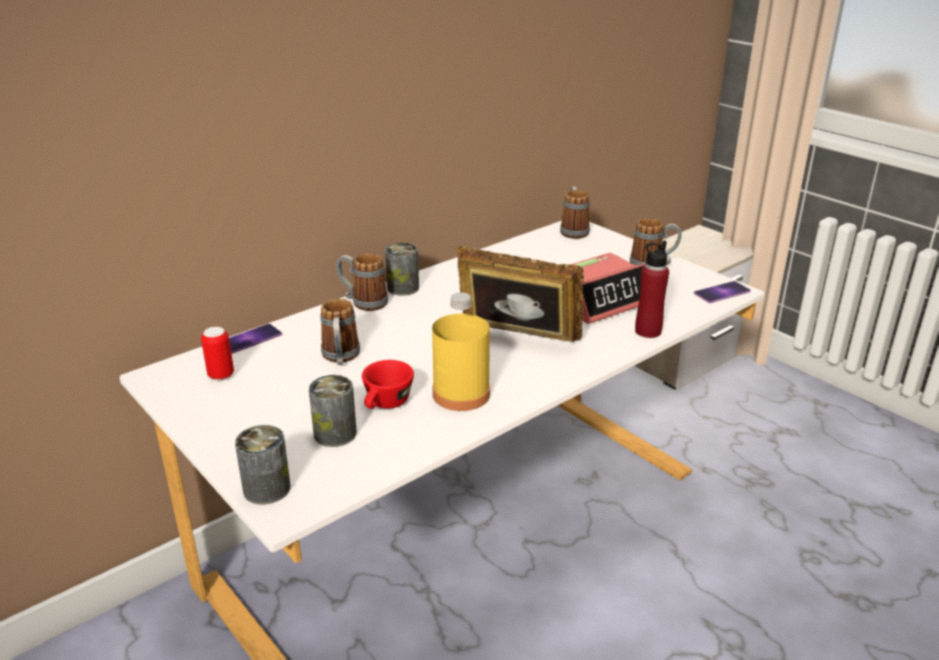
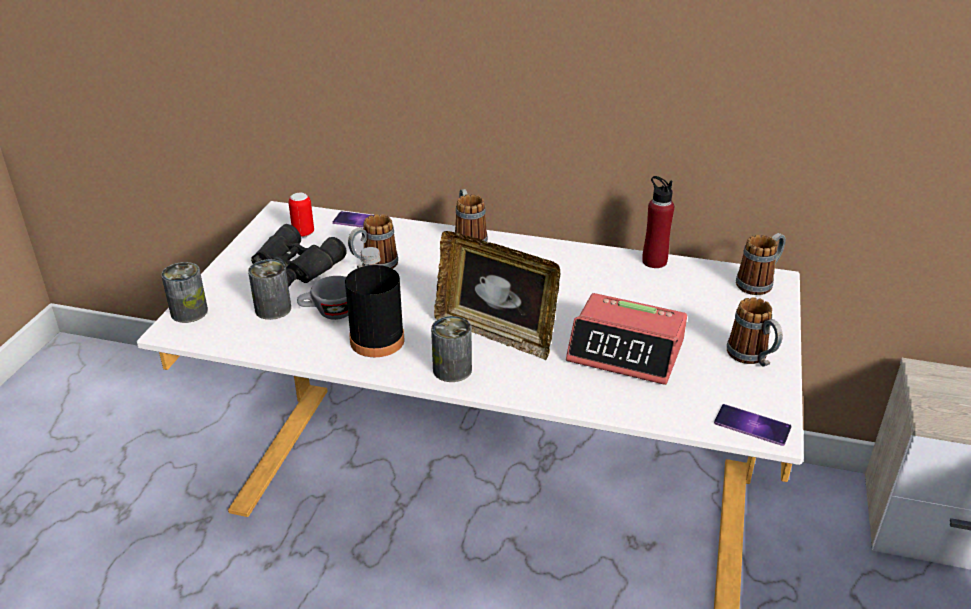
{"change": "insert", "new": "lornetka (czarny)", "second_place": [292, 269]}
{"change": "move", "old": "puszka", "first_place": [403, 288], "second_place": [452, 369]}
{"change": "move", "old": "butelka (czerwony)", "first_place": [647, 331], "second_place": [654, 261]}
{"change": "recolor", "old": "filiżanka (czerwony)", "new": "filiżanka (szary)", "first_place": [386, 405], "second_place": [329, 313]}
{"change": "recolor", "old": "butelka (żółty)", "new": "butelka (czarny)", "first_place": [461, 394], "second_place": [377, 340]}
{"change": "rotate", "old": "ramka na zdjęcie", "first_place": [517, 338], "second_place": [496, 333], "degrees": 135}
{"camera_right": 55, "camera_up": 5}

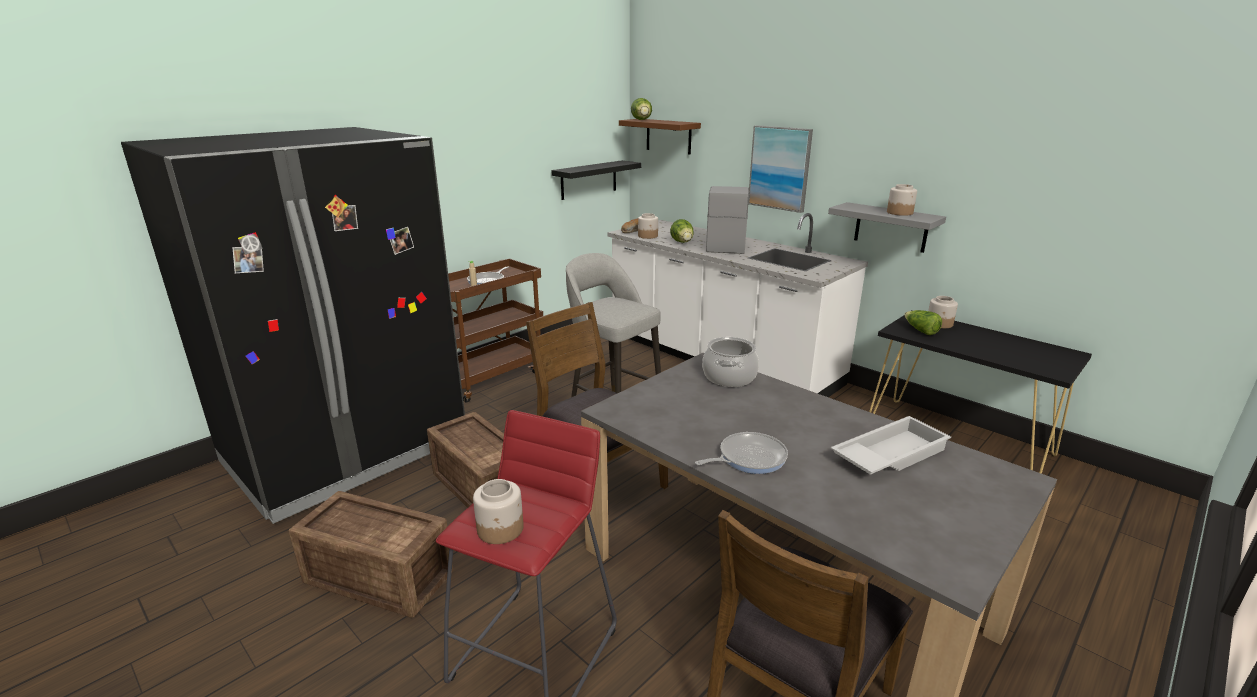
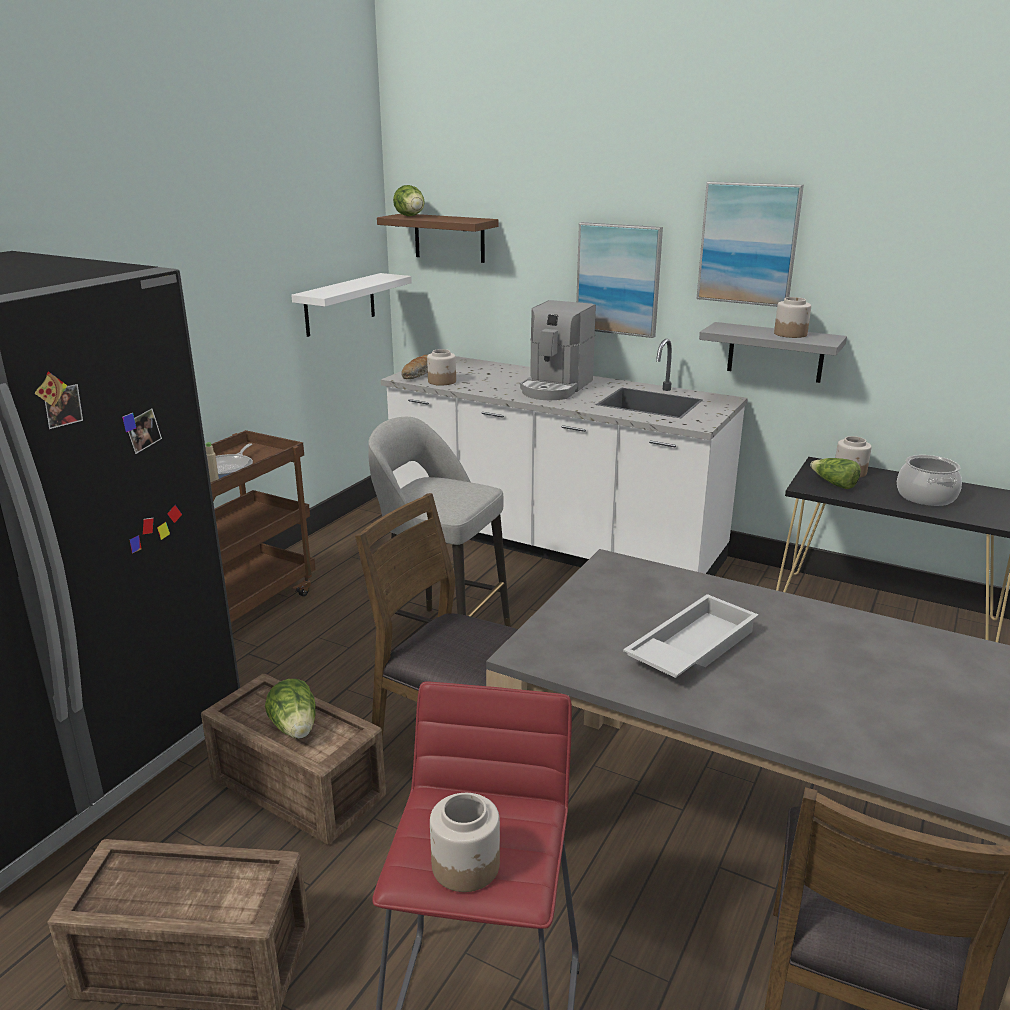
{"change": "delete", "old": "patelnia", "first_place": [748, 458]}
{"change": "insert", "new": "obraz", "second_place": [748, 244]}
{"change": "move", "old": "sałata", "first_place": [683, 243], "second_place": [295, 729]}
{"change": "move", "old": "garnek", "first_place": [729, 377], "second_place": [926, 497]}
{"change": "move", "old": "taca (biały)", "first_place": [888, 454], "second_place": [690, 647]}
{"change": "recolor", "old": "półka (czarny)", "new": "półka (biały)", "first_place": [589, 180], "second_place": [340, 304]}
{"change": "rotate", "old": "ekspres do kawy", "first_place": [725, 245], "second_place": [556, 388], "degrees": -150}
{"camera_right": -15, "camera_up": 0}

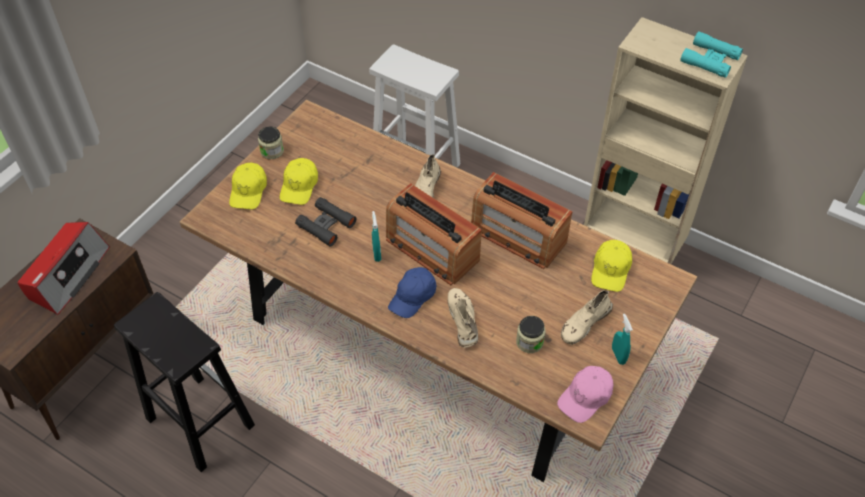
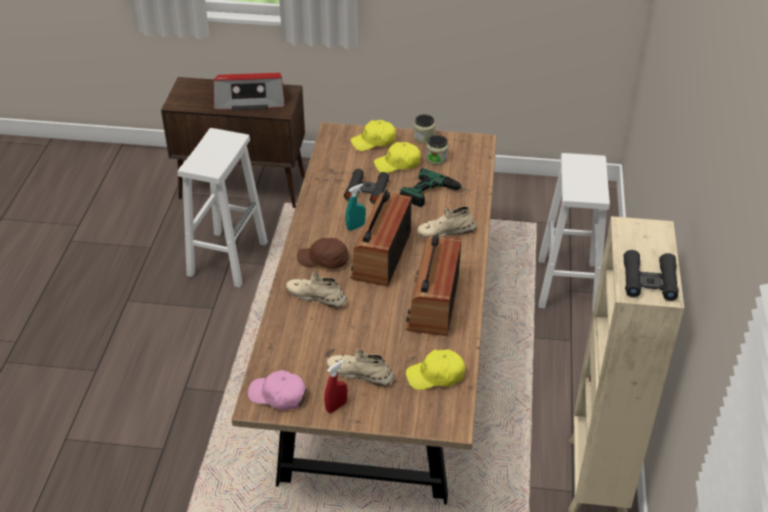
{"change": "insert", "new": "wiertarka", "second_place": [436, 195]}
{"change": "move", "old": "słoik", "first_place": [529, 342], "second_place": [436, 159]}
{"change": "recolor", "old": "stołek (czarny)", "new": "stołek (biały)", "first_place": [199, 421], "second_place": [228, 257]}
{"change": "recolor", "old": "czapka z daszkiem (niebieski)", "new": "czapka z daszkiem (brązowy)", "first_place": [413, 297], "second_place": [324, 261]}
{"change": "recolor", "old": "spryskiwacz (turkusowy)", "new": "spryskiwacz (czerwony)", "first_place": [618, 355], "second_place": [336, 406]}
{"change": "recolor", "old": "lornetka (turkusowy)", "new": "lornetka (czarny)", "first_place": [710, 60], "second_place": [649, 281]}
{"change": "rotate", "old": "but (beżowy)", "first_place": [463, 321], "second_place": [317, 296], "degrees": -120}
{"camera_right": 65, "camera_up": -10}

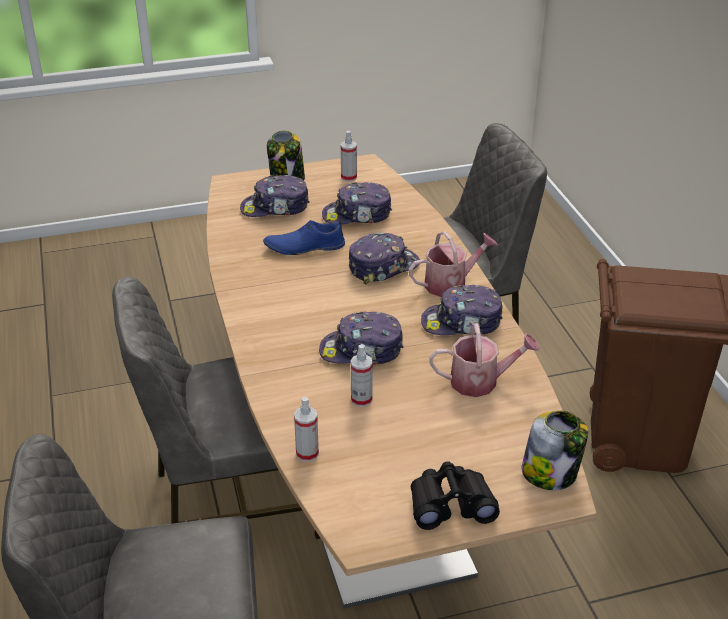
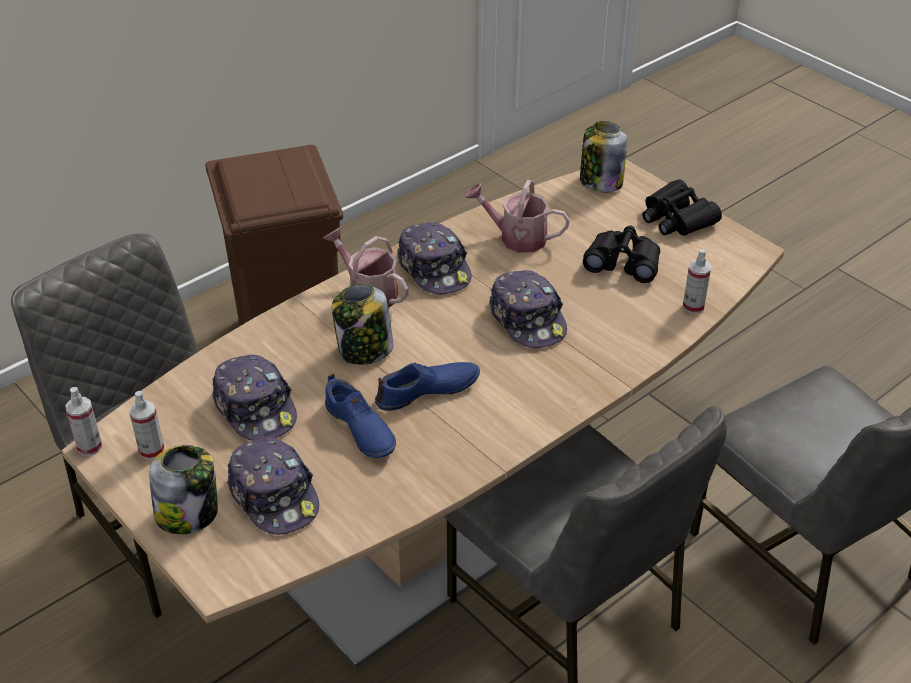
{"change": "insert", "new": "but (niebieski)", "second_place": [428, 391]}
{"change": "insert", "new": "lornetka (czarny)", "second_place": [623, 263]}
{"change": "move", "old": "spryskiwacz", "first_place": [361, 399], "second_place": [89, 447]}
{"change": "replace", "old": "czapka z daszkiem", "new": "słoik", "first_place": [383, 266], "second_place": [364, 350]}
{"change": "rotate", "old": "konewka", "first_place": [481, 381], "second_place": [516, 237], "degrees": -45}
{"camera_right": -115, "camera_up": 5}

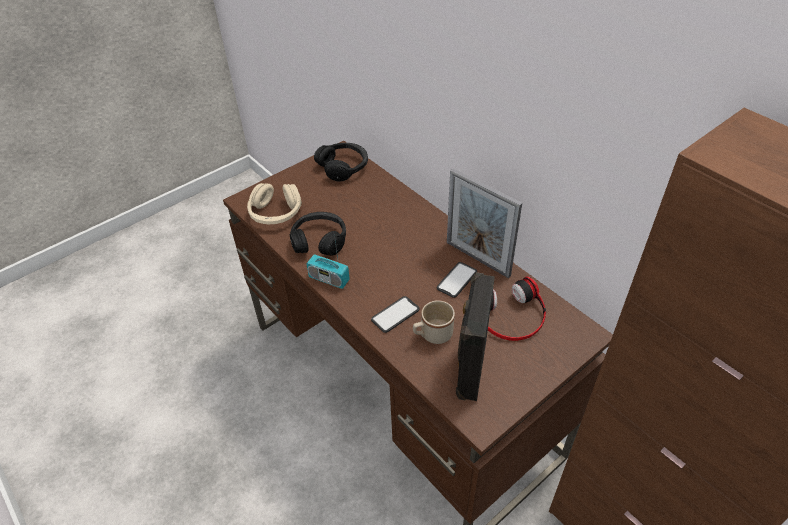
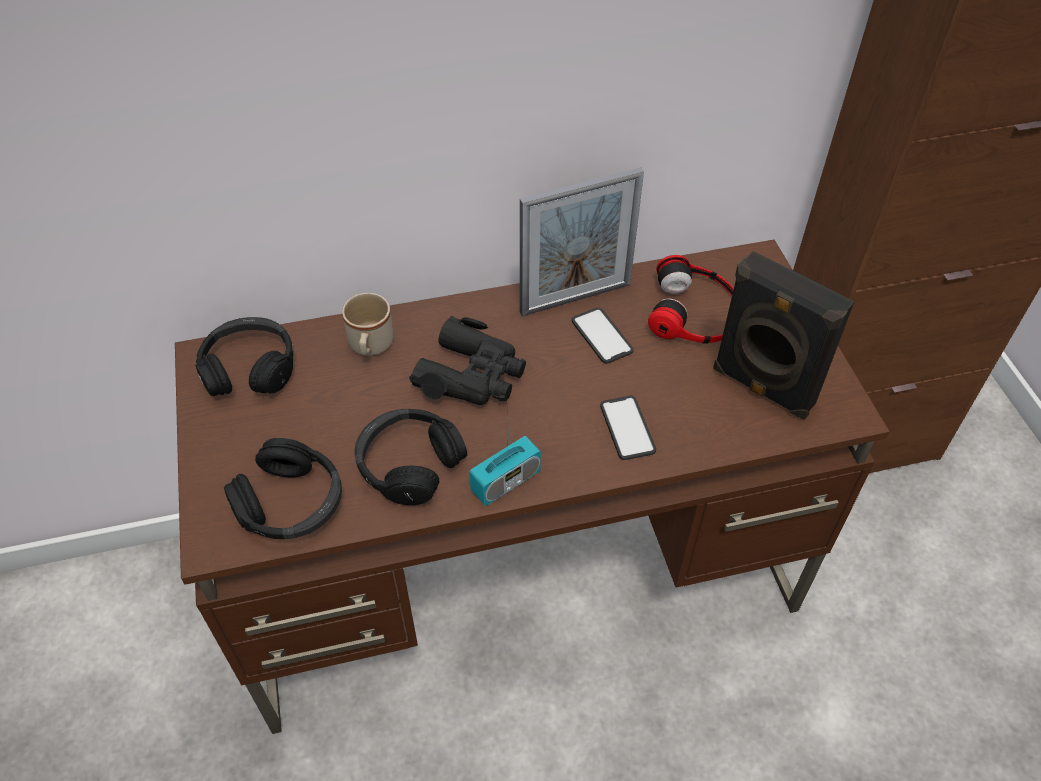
{"change": "insert", "new": "lornetka (czarny)", "second_place": [472, 375]}
{"change": "move", "old": "kubek (beżowy)", "first_place": [432, 335], "second_place": [370, 347]}
{"change": "recolor", "old": "słuchawki (beżowy)", "new": "słuchawki (czarny)", "first_place": [275, 213], "second_place": [291, 503]}
{"camera_right": -65, "camera_up": 5}

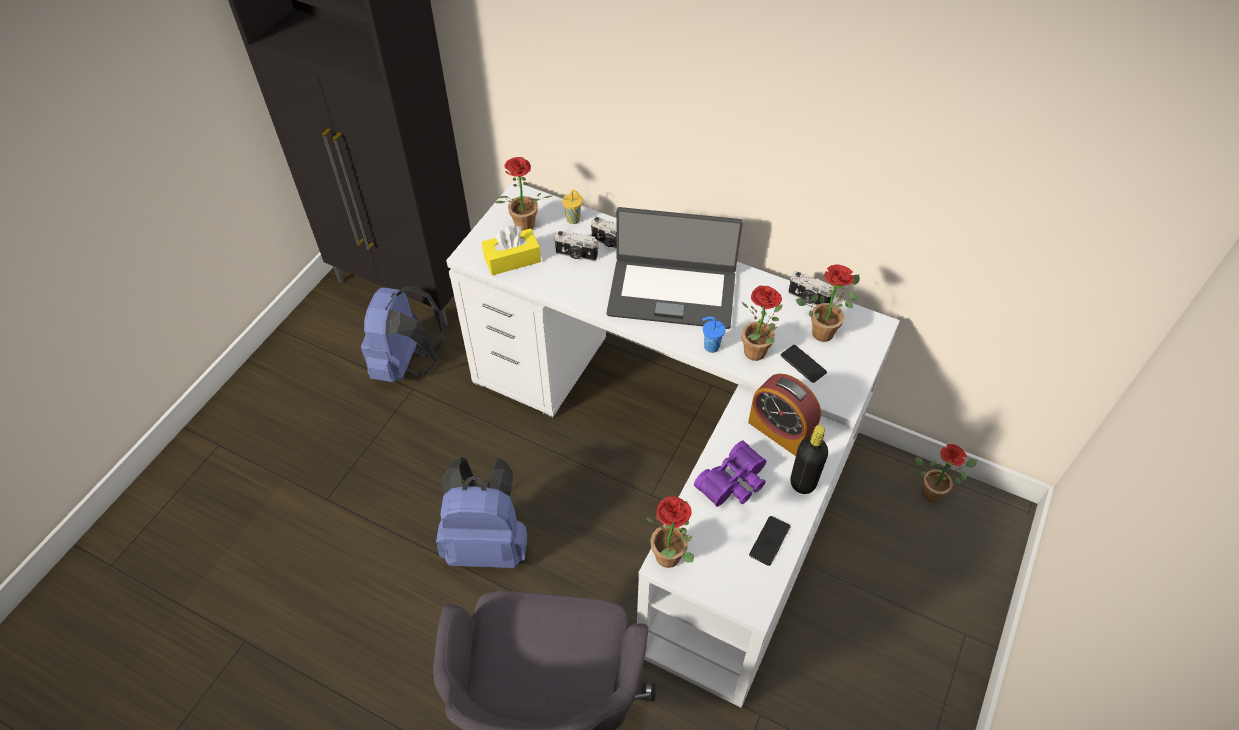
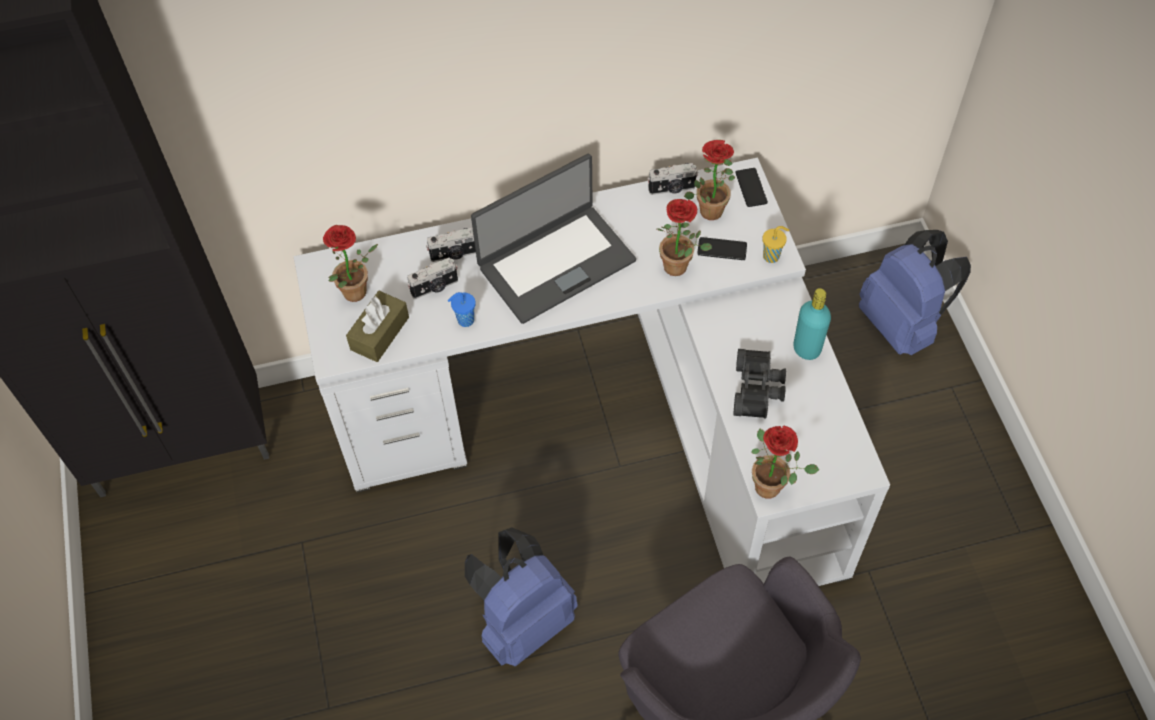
{"change": "delete", "old": "budzik", "first_place": [780, 431]}
{"change": "delete", "old": "roślina doniczkowa", "first_place": [935, 491]}
{"change": "move", "old": "plecak (niebieski)", "first_place": [407, 364], "second_place": [902, 324]}
{"change": "move", "old": "filiżanka (żółty)", "first_place": [574, 220], "second_place": [772, 256]}
{"change": "move", "old": "filiżanka (niebieski)", "first_place": [710, 346], "second_place": [464, 320]}
{"change": "move", "old": "telefon", "first_place": [769, 541], "second_place": [751, 188]}
{"change": "recolor", "old": "pudełko chusteczek (żółty)", "new": "pudełko chusteczek (brązowy)", "first_place": [512, 259], "second_place": [379, 333]}
{"change": "recolor", "old": "lornetka (fioletowy)", "new": "lornetka (czarny)", "first_place": [734, 483], "second_place": [759, 389]}
{"change": "recolor", "old": "butelka (czarny)", "new": "butelka (turkusowy)", "first_place": [803, 482], "second_place": [807, 349]}
{"camera_right": -40, "camera_up": 5}

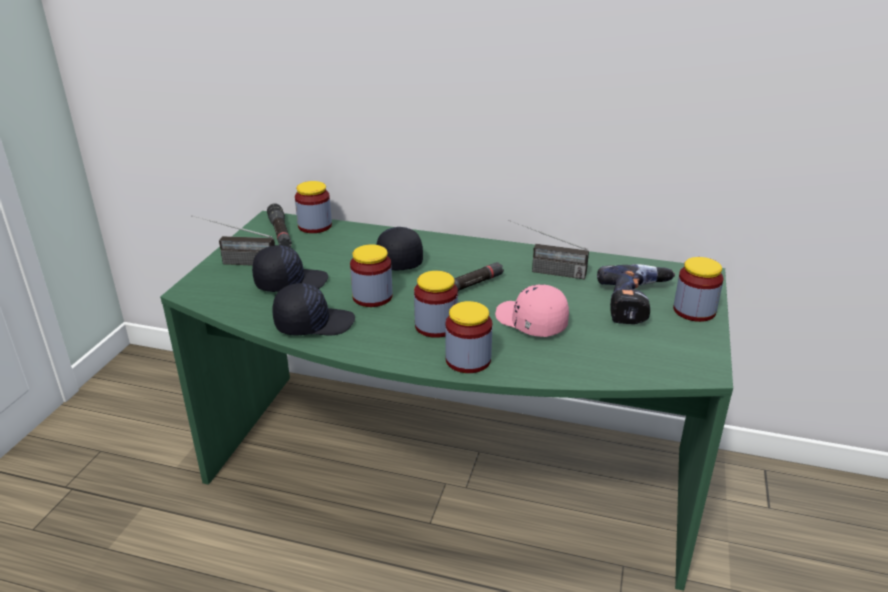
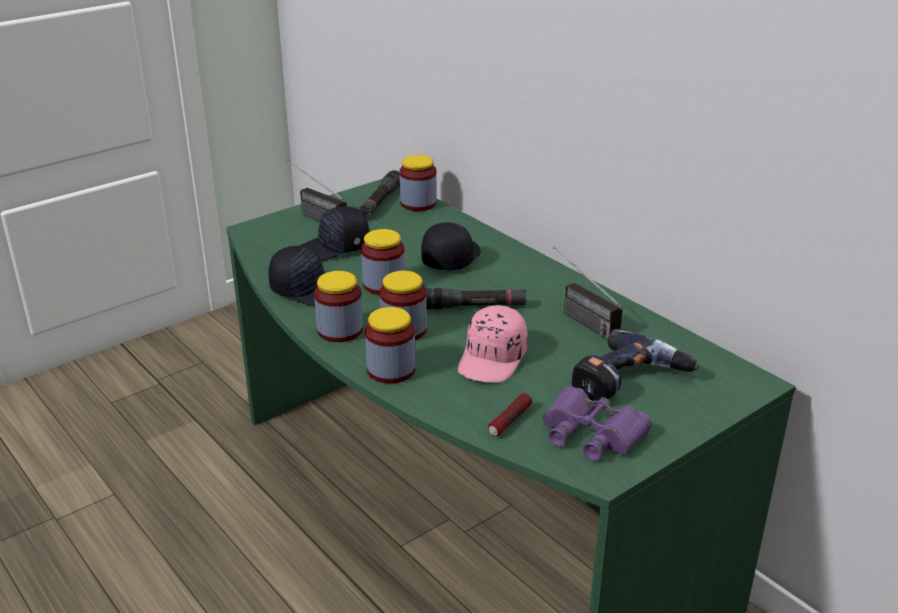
{"change": "insert", "new": "latarka", "second_place": [509, 421]}
{"change": "insert", "new": "lornetka (fioletowy)", "second_place": [591, 433]}
{"change": "move", "old": "słoik", "first_place": [694, 311], "second_place": [340, 330]}
{"change": "rotate", "old": "czapka z daszkiem (czarny)", "first_place": [290, 282], "second_place": [334, 248], "degrees": 135}
{"change": "rotate", "old": "czapka z daszkiem (różowy)", "first_place": [530, 322], "second_place": [493, 359], "degrees": -150}
{"camera_right": 35, "camera_up": 0}

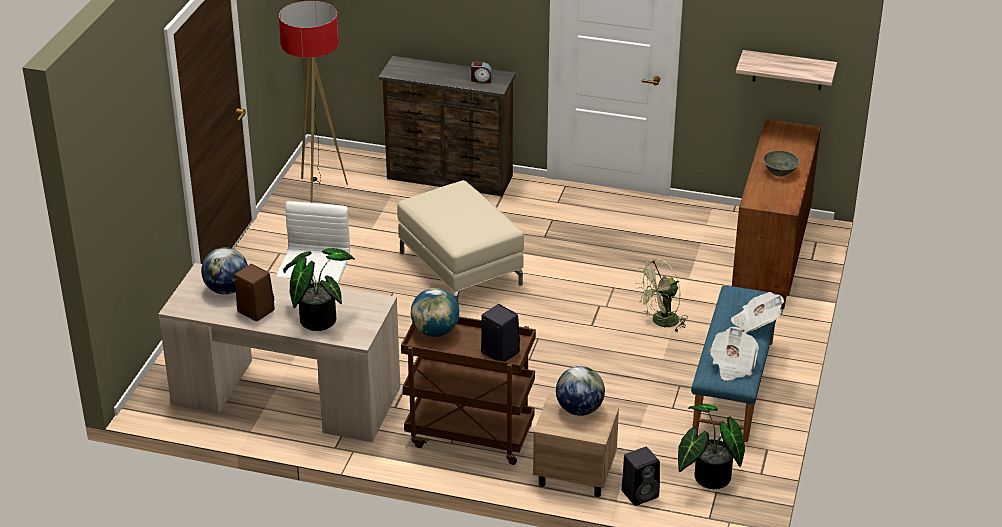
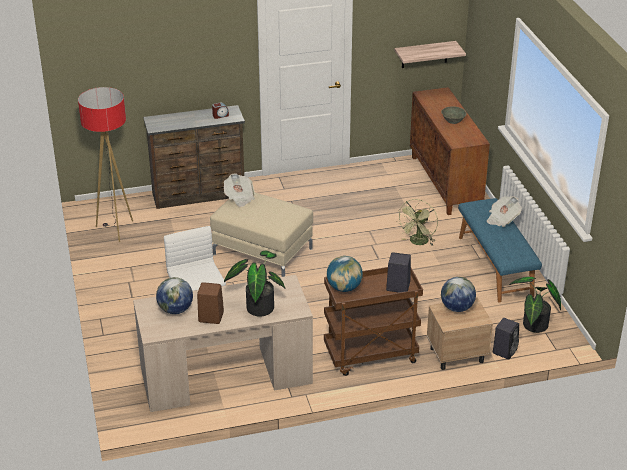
{"change": "move", "old": "gazeta", "first_place": [732, 365], "second_place": [239, 197]}
{"camera_right": -30, "camera_up": 0}

